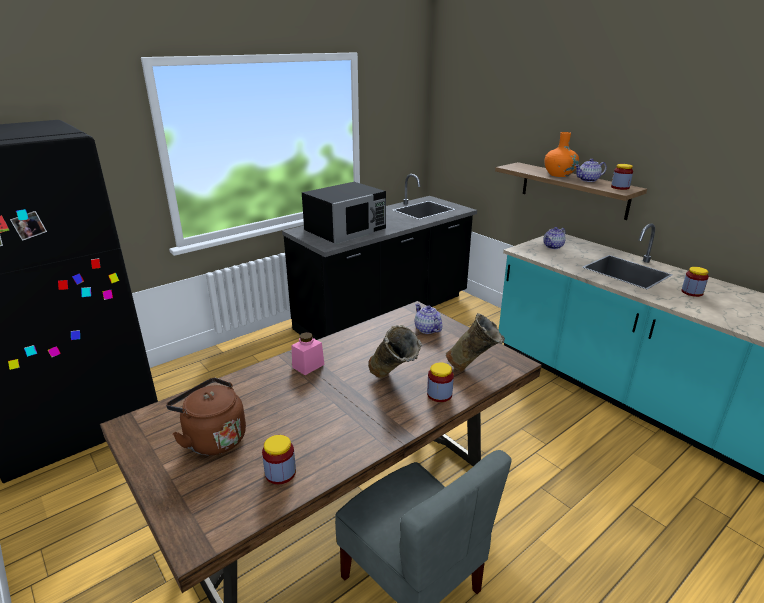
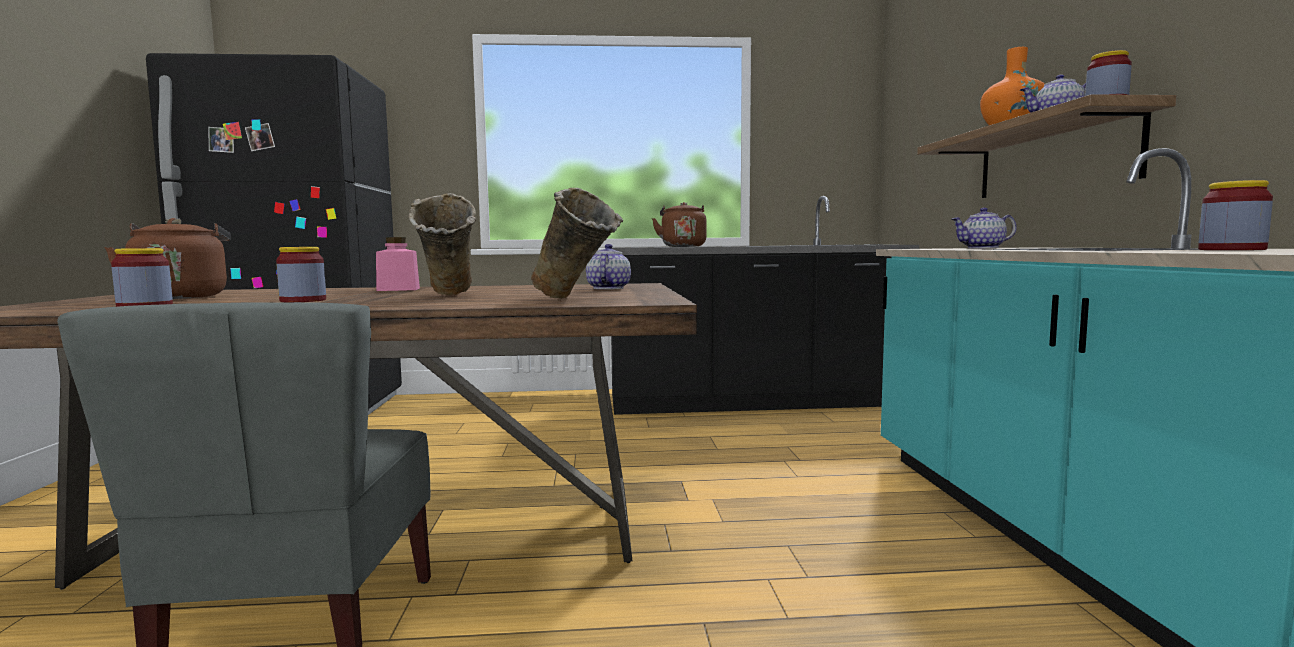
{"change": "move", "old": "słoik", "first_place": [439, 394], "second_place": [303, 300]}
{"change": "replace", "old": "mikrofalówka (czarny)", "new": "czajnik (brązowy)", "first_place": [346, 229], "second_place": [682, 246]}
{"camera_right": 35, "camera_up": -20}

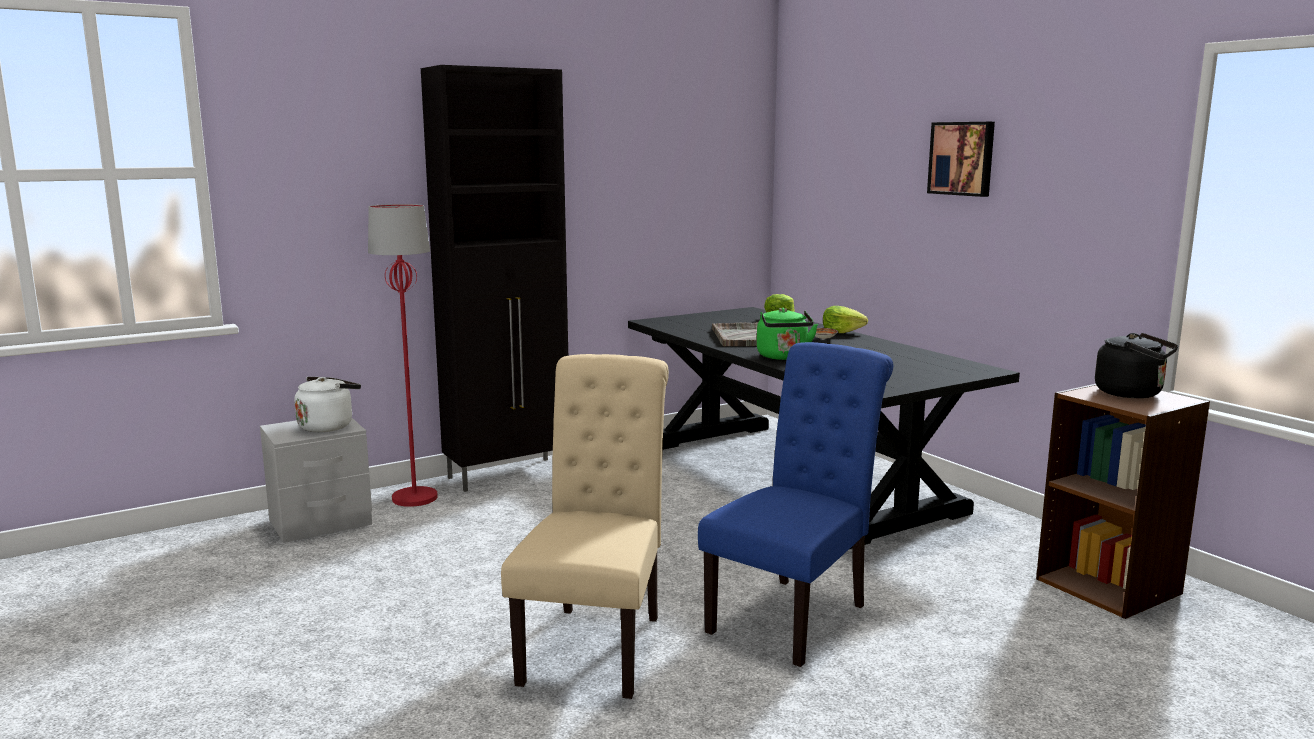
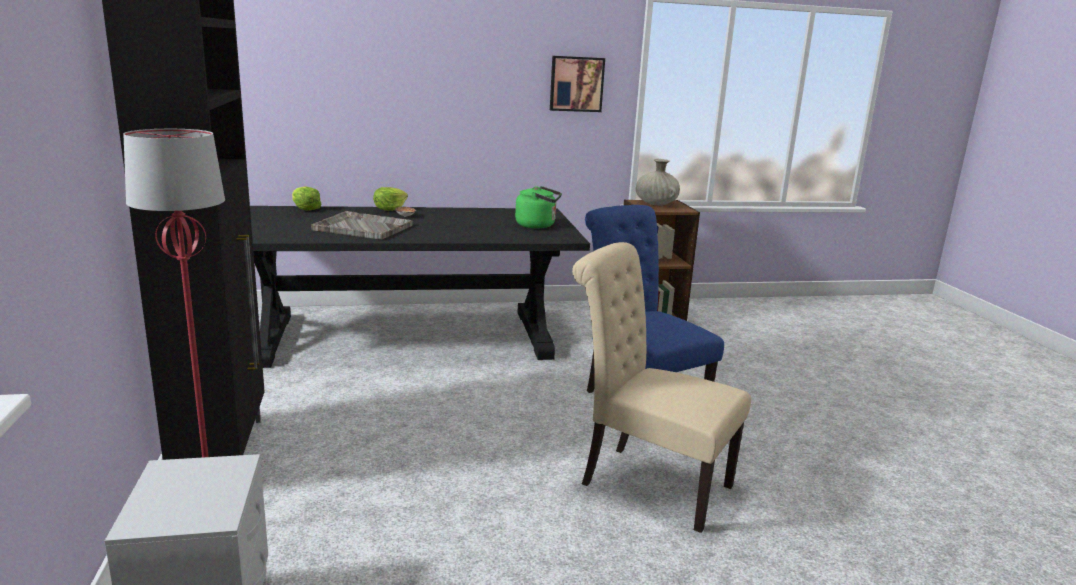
{"change": "delete", "old": "czajnik (biały)", "first_place": [328, 426]}
{"change": "move", "old": "czajnik (zielony)", "first_place": [783, 357], "second_place": [538, 225]}
{"change": "move", "old": "obraz", "first_place": [962, 158], "second_place": [576, 84]}
{"change": "replace", "old": "czajnik (czarny)", "new": "wazon (beżowy)", "first_place": [1133, 394], "second_place": [656, 204]}
{"camera_right": -70, "camera_up": 5}

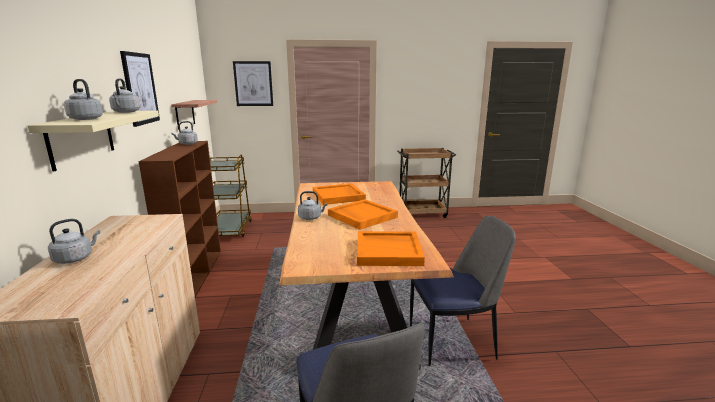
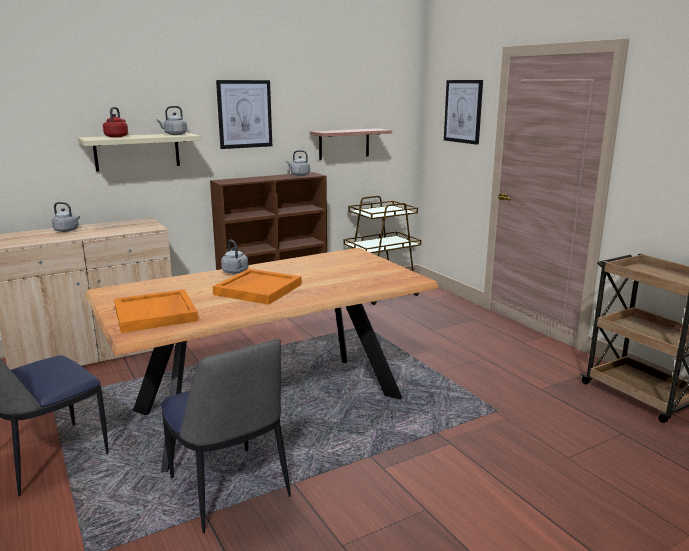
{"change": "delete", "old": "taca (pomarańczowy)", "first_place": [339, 196]}
{"change": "recolor", "old": "czajnik (szary)", "new": "czajnik (czerwony)", "first_place": [85, 119], "second_place": [117, 136]}
{"camera_right": 65, "camera_up": 0}

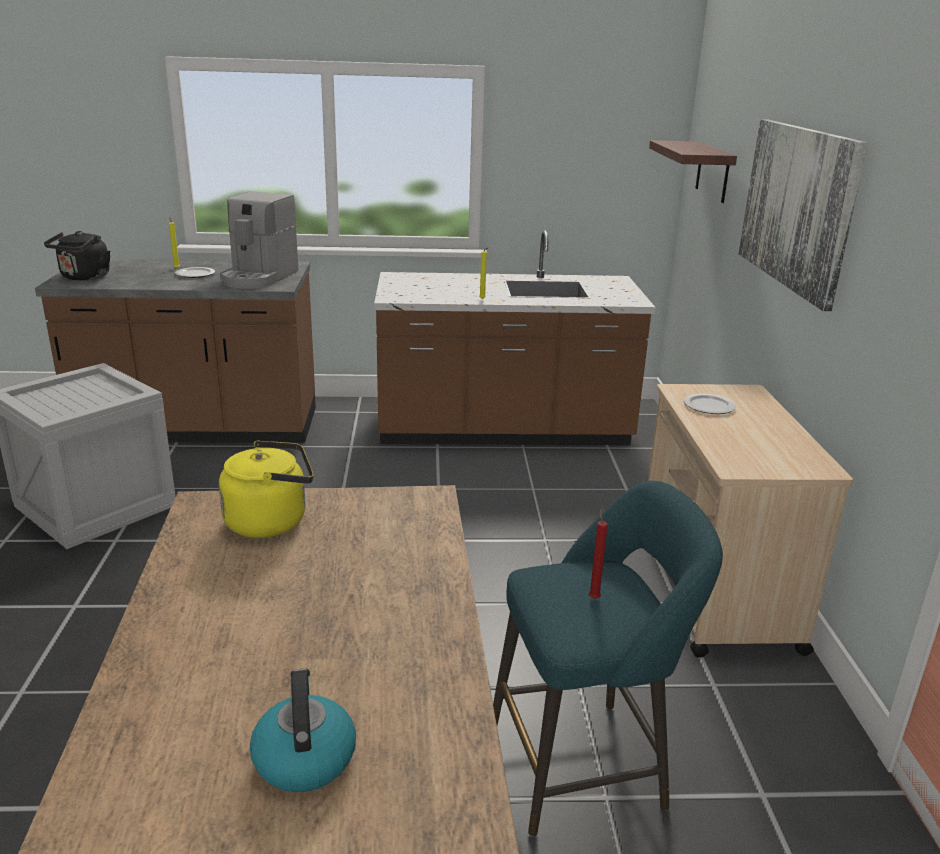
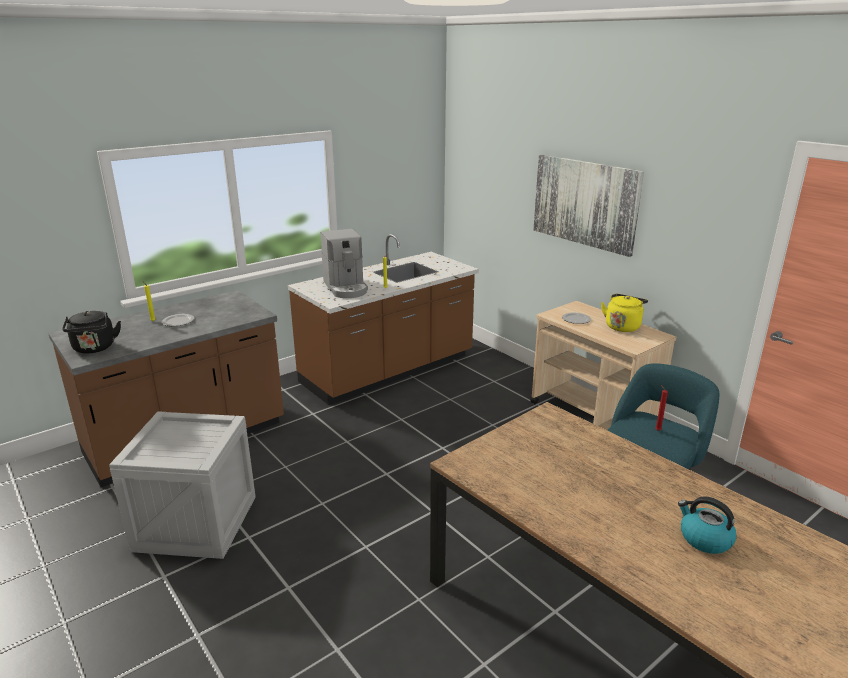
{"change": "delete", "old": "półka", "first_place": [712, 172]}
{"change": "move", "old": "czajnik (żółty)", "first_place": [271, 521], "second_place": [623, 326]}
{"change": "move", "old": "ekspres do kawy", "first_place": [259, 277], "second_place": [346, 288]}
{"camera_right": -35, "camera_up": 0}

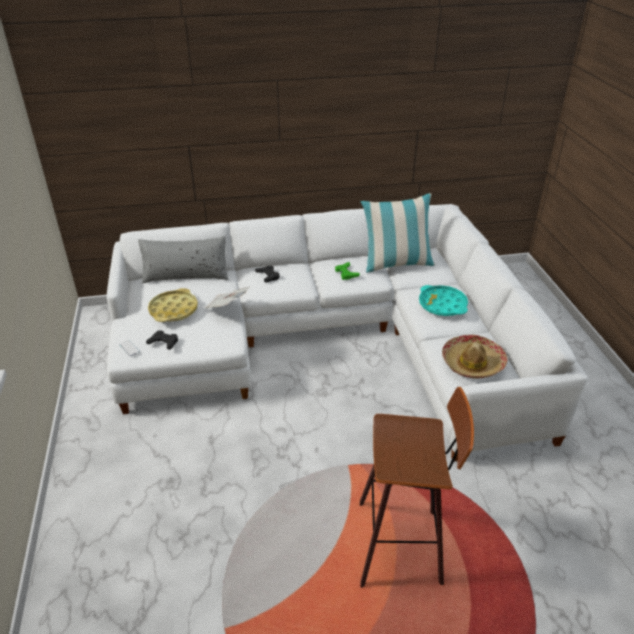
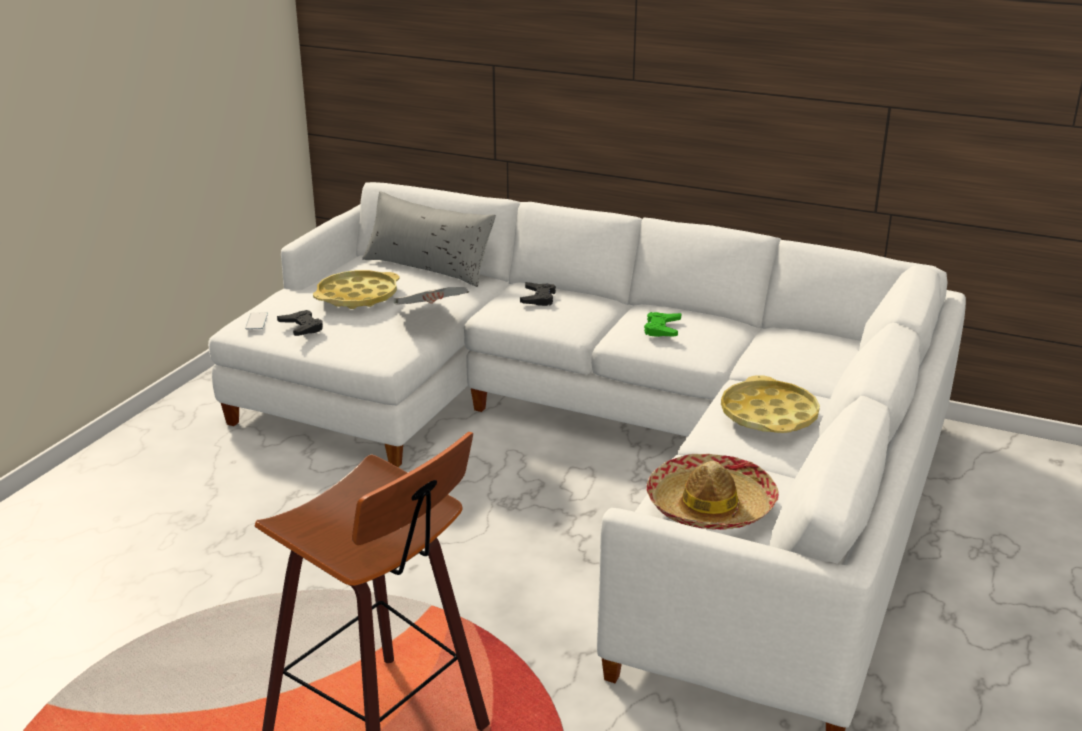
{"change": "delete", "old": "poduszka", "first_place": [396, 264]}
{"change": "recolor", "old": "taca (turkusowy)", "new": "taca (żółty)", "first_place": [442, 305], "second_place": [768, 415]}
{"camera_right": 35, "camera_up": -10}

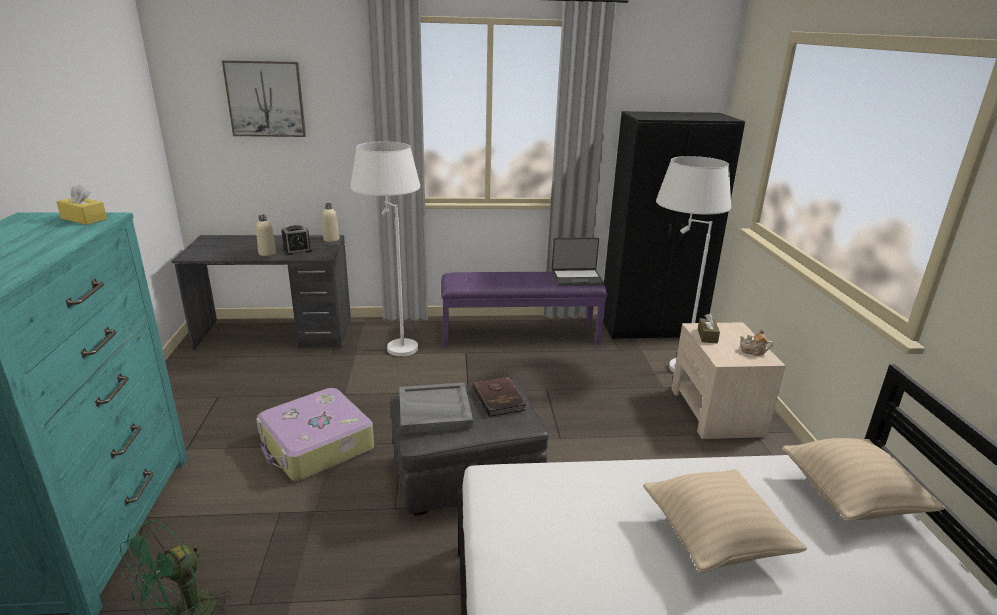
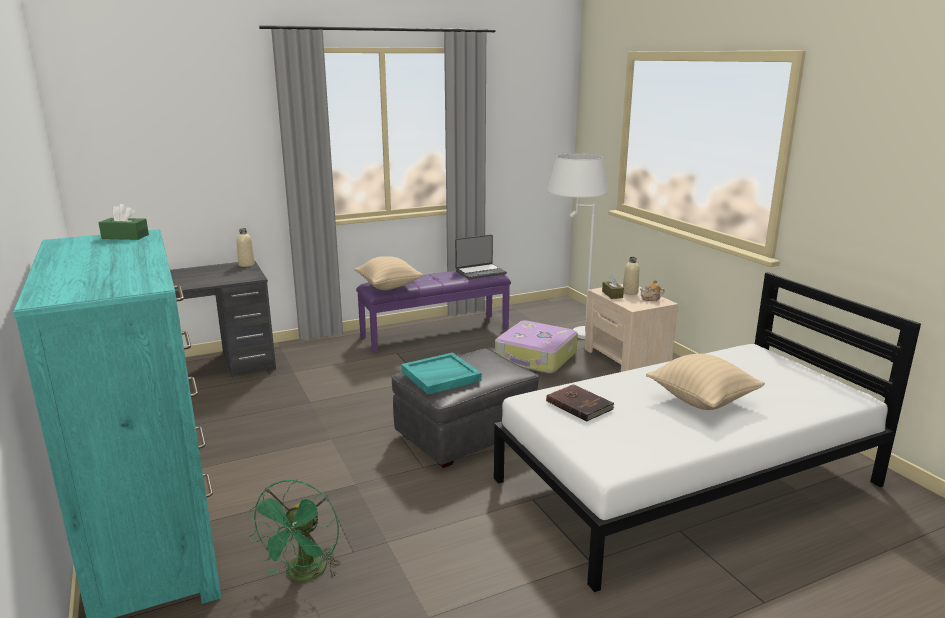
{"change": "delete", "old": "obraz", "first_place": [265, 99]}
{"change": "delete", "old": "budzik", "first_place": [297, 250]}
{"change": "delete", "old": "lampa stojąca (biały)", "first_place": [393, 342]}
{"change": "delete", "old": "szafa (czarny)", "first_place": [652, 327]}
{"change": "move", "old": "butelka (beżowy)", "first_place": [267, 253], "second_place": [630, 292]}
{"change": "move", "old": "walizka", "first_place": [316, 446], "second_place": [536, 358]}
{"change": "move", "old": "książka (brązowy)", "first_place": [499, 398], "second_place": [579, 404]}
{"change": "move", "old": "poduszka (beżowy)", "first_place": [850, 499], "second_place": [389, 286]}
{"change": "recolor", "old": "pudełko chusteczek (żółty)", "new": "pudełko chusteczek (zielony)", "first_place": [84, 219], "second_place": [125, 236]}
{"change": "recolor", "old": "taca (szary)", "new": "taca (turkusowy)", "first_place": [434, 411], "second_place": [440, 376]}
{"camera_right": -20, "camera_up": -5}

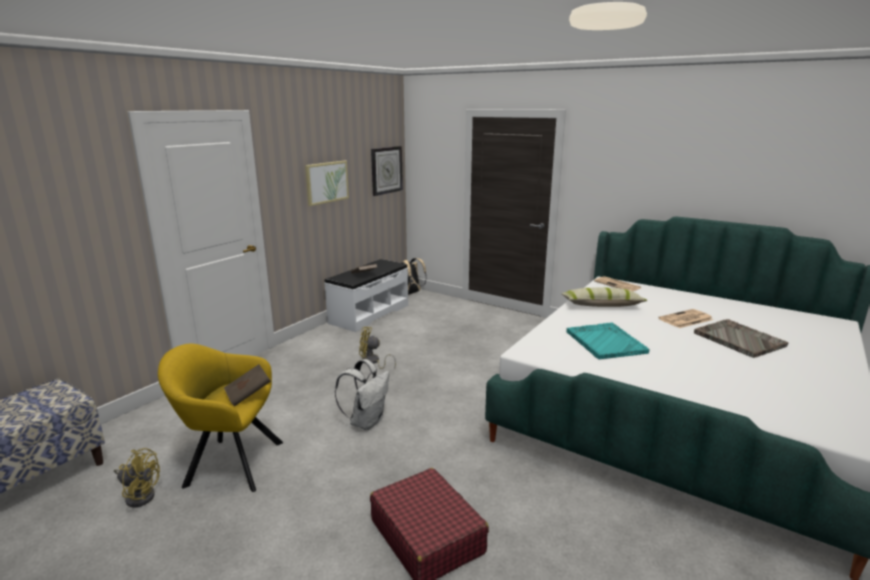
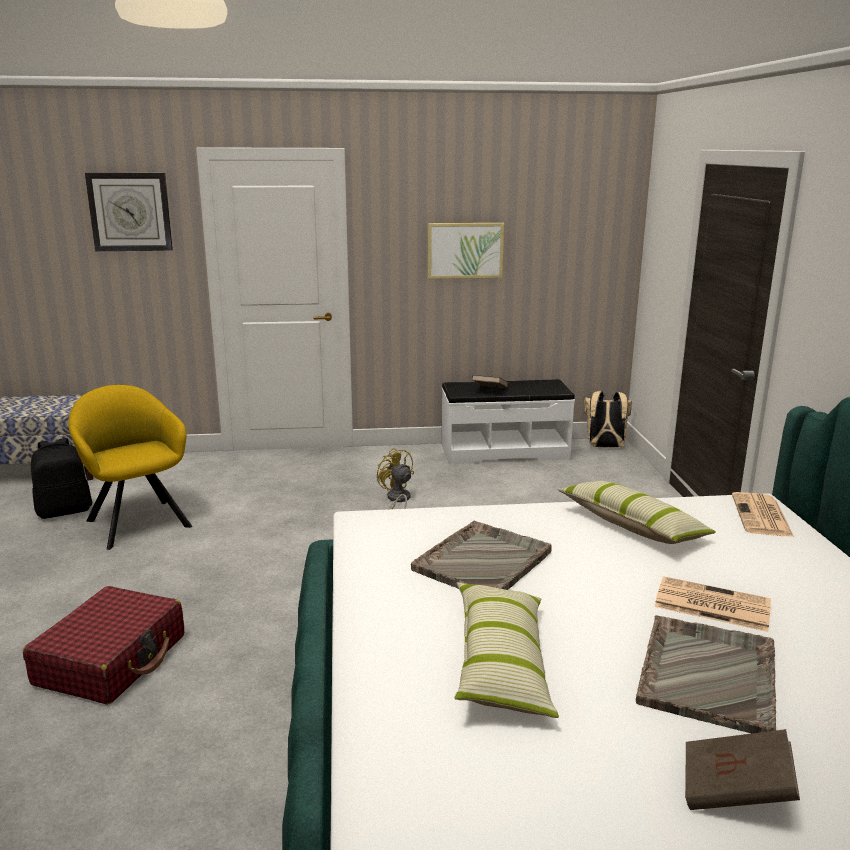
{"change": "delete", "old": "plecak (biały)", "first_place": [366, 421]}
{"change": "insert", "new": "poduszka", "second_place": [501, 663]}
{"change": "move", "old": "książka (brązowy)", "first_place": [248, 394], "second_place": [735, 792]}
{"change": "move", "old": "zegar ścienny", "first_place": [386, 170], "second_place": [130, 212]}
{"change": "replace", "old": "wentylator (żółty)", "new": "plecak (czarny)", "first_place": [140, 495], "second_place": [65, 511]}
{"change": "recolor", "old": "taca (turkusowy)", "new": "taca (szary)", "first_place": [605, 342], "second_place": [483, 561]}
{"camera_right": 50, "camera_up": 0}

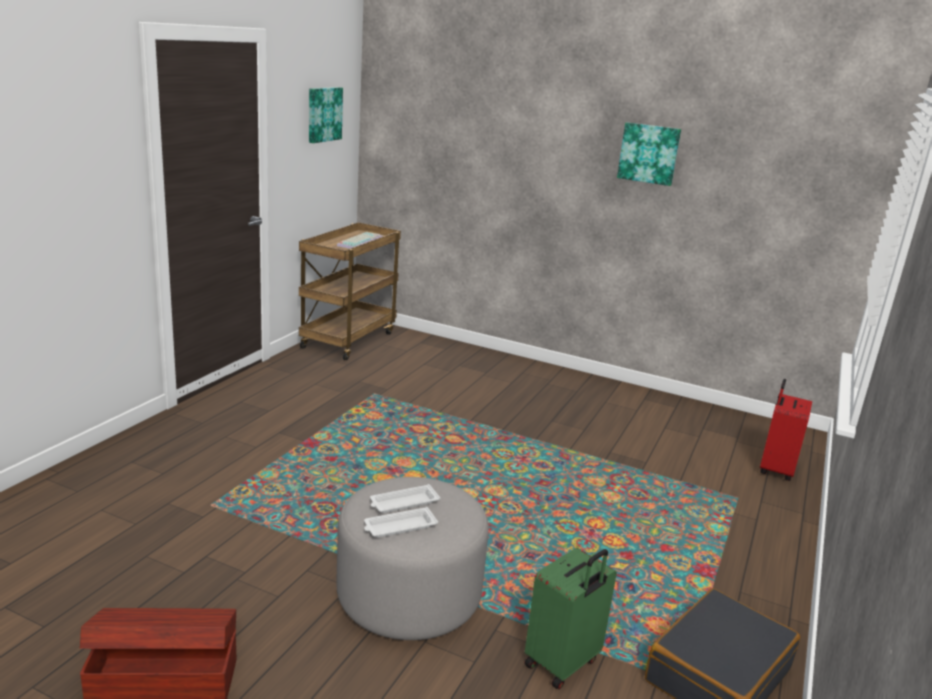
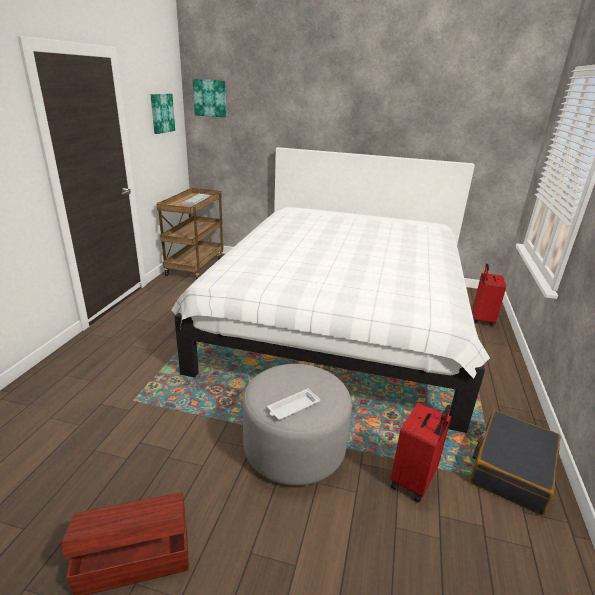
{"change": "delete", "old": "taca (biały)", "first_place": [403, 503]}
{"change": "insert", "new": "łóżko (biały)", "second_place": [339, 321]}
{"change": "move", "old": "obraz", "first_place": [649, 153], "second_place": [210, 98]}
{"change": "recolor", "old": "walizka (zielony)", "new": "walizka (czerwony)", "first_place": [563, 663], "second_place": [414, 481]}
{"camera_right": -10, "camera_up": 5}

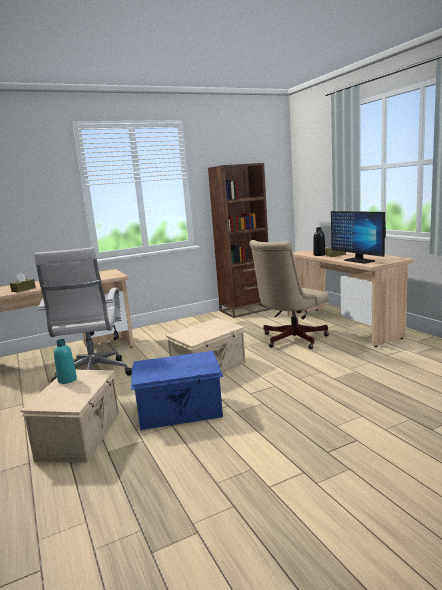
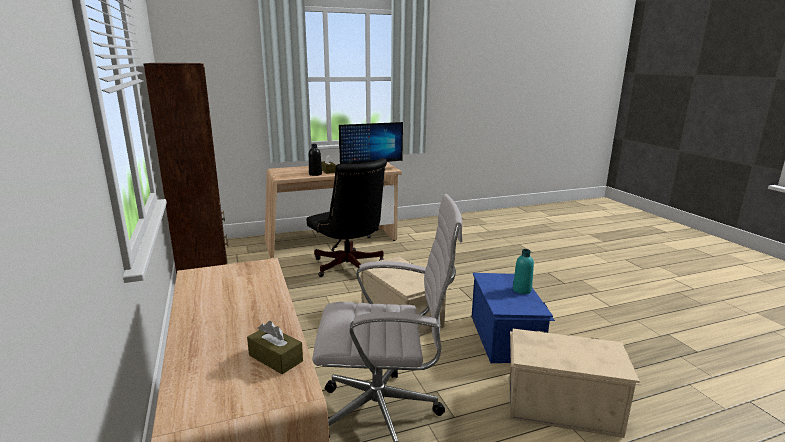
{"change": "move", "old": "butelka (turkusowy)", "first_place": [67, 380], "second_place": [522, 290]}
{"change": "recolor", "old": "krzesło biurowe (beżowy)", "new": "krzesło biurowe (czarny)", "first_place": [290, 340], "second_place": [349, 267]}
{"camera_right": -85, "camera_up": 5}

